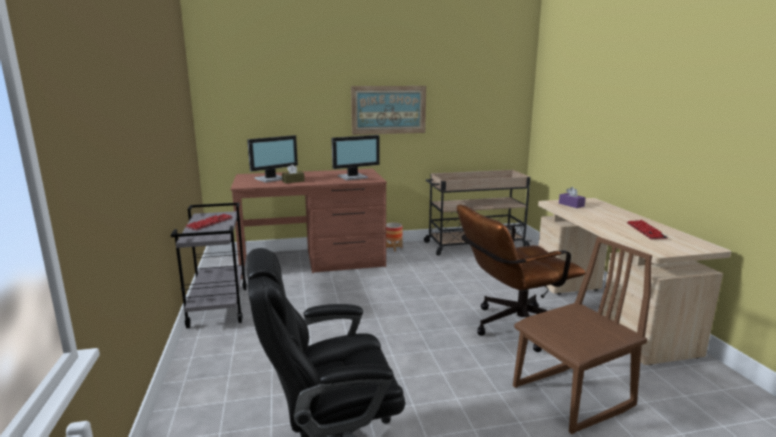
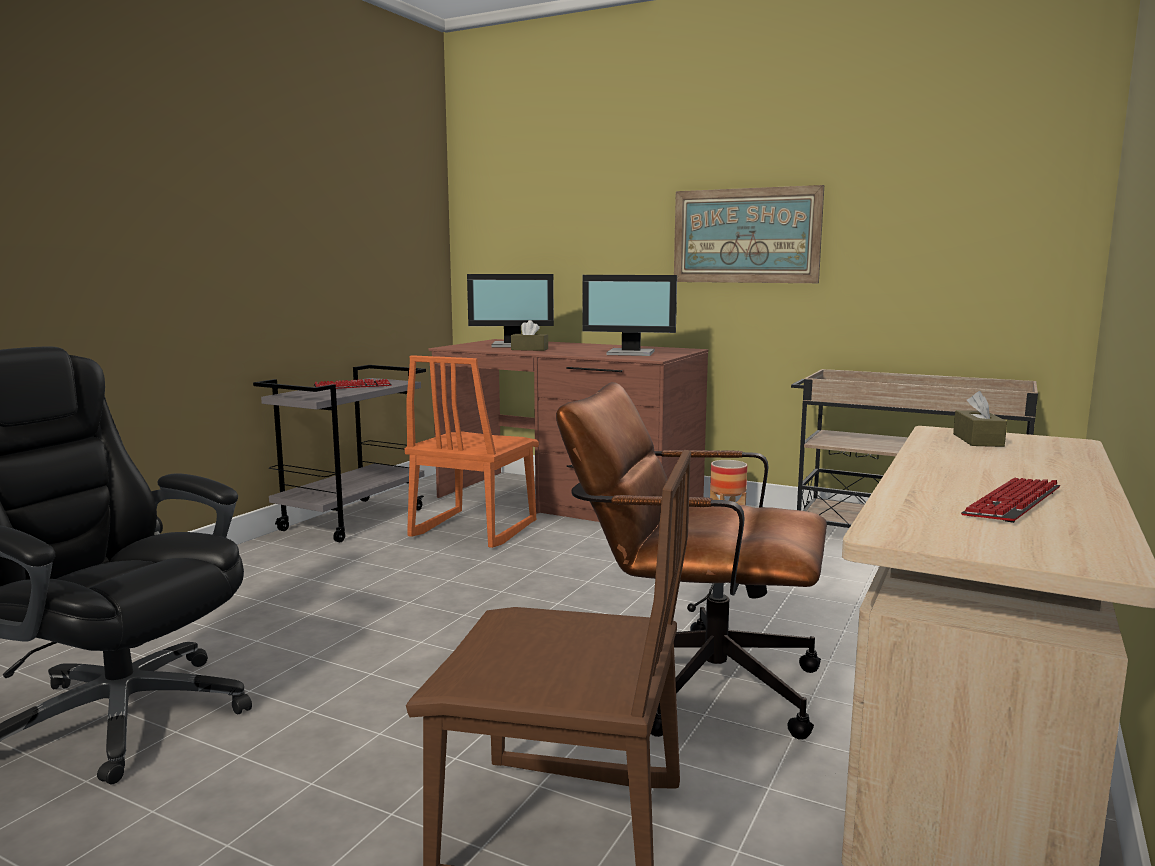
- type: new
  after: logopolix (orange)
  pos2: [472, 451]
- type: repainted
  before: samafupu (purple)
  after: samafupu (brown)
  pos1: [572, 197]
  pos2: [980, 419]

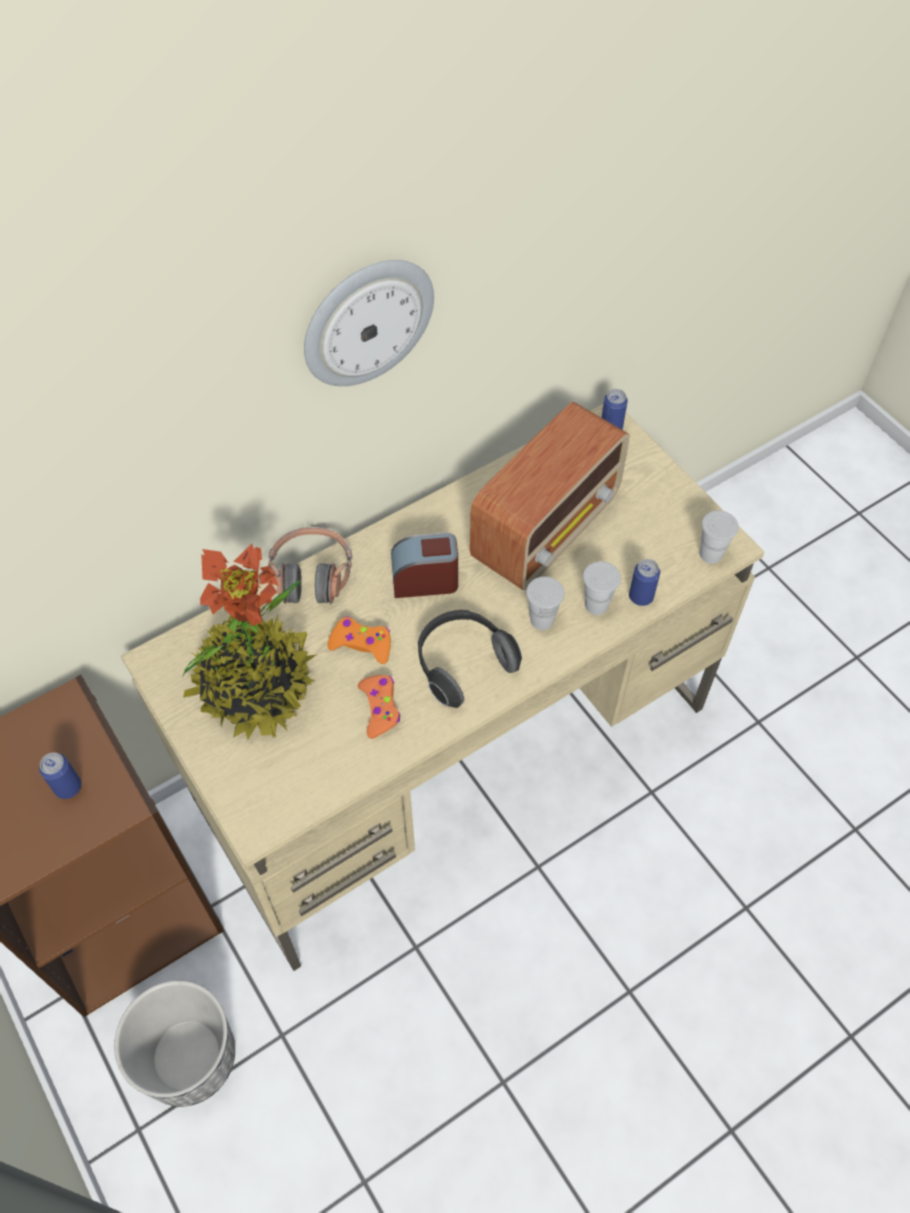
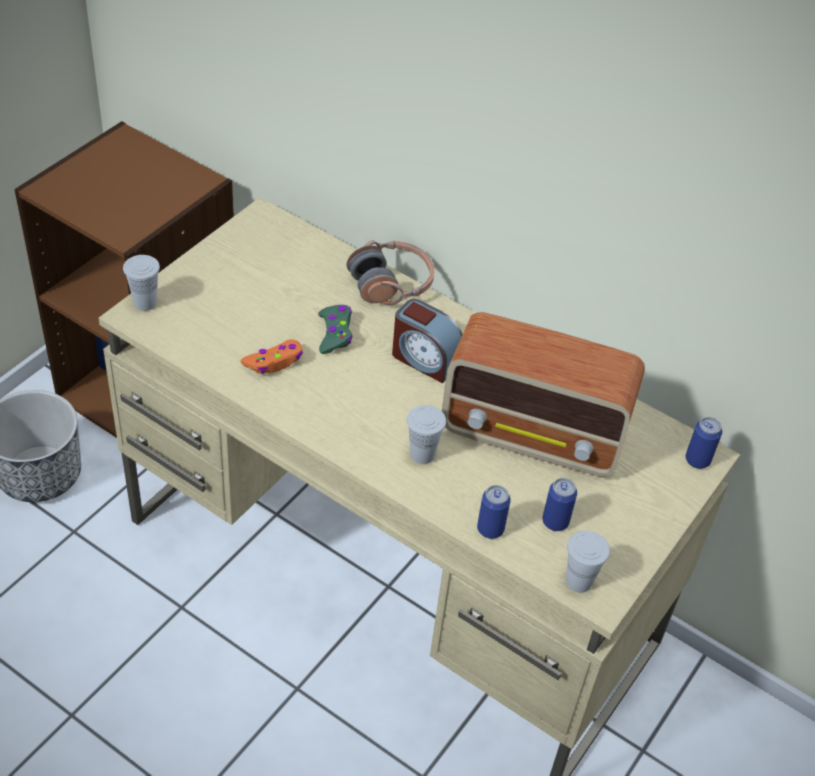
- type: gone
  before: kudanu
  pos1: [249, 642]
- type: gone
  before: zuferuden
  pos1: [369, 323]
- type: gone
  before: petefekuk
  pos1: [470, 659]
- type: shifted
  before: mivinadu
  pos1: [60, 775]
  pos2: [559, 504]
- type: shifted
  before: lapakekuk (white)
  pos1: [602, 588]
  pos2: [141, 283]
- type: repainted
  before: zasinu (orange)
  after: zasinu (green)
  pos1: [359, 640]
  pos2: [335, 329]
- type: rotated
  before: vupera
  pos1: [424, 565]
  pos2: [427, 341]
  turn: 150

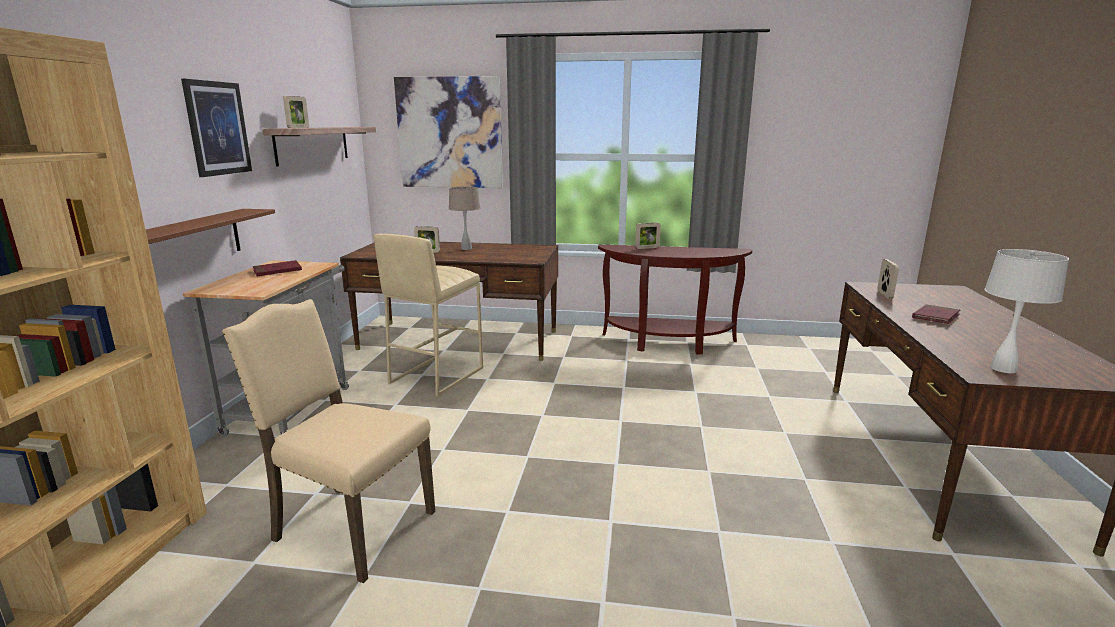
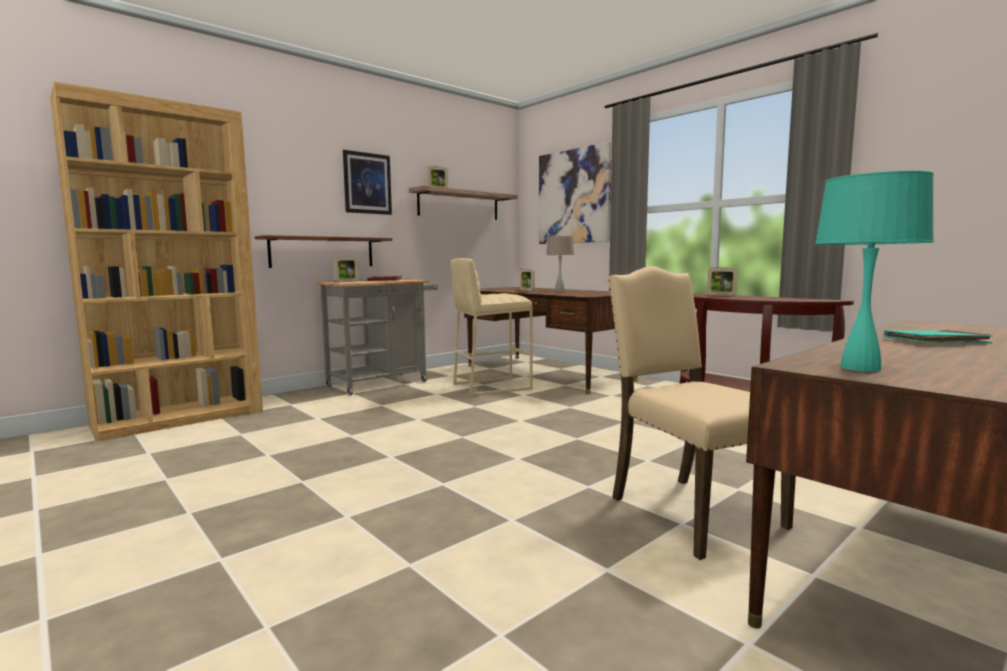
- type: shifted
  before: logopolix (beige)
  pos1: [328, 441]
  pos2: [702, 413]
- type: shifted
  before: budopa
  pos1: [888, 279]
  pos2: [346, 269]
- type: repainted
  before: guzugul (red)
  after: guzugul (turquoise)
  pos1: [936, 314]
  pos2: [938, 336]
- type: repainted
  before: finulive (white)
  after: finulive (turquoise)
  pos1: [1027, 311]
  pos2: [874, 271]

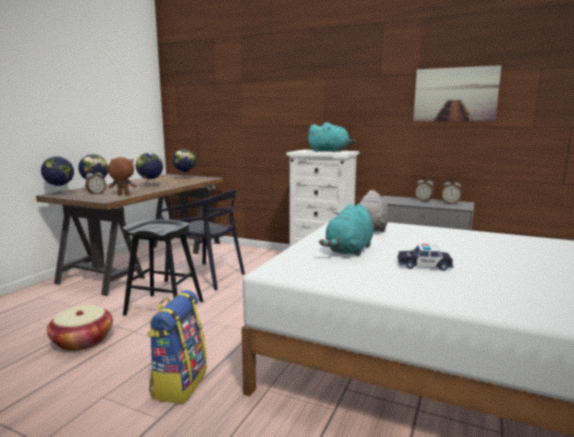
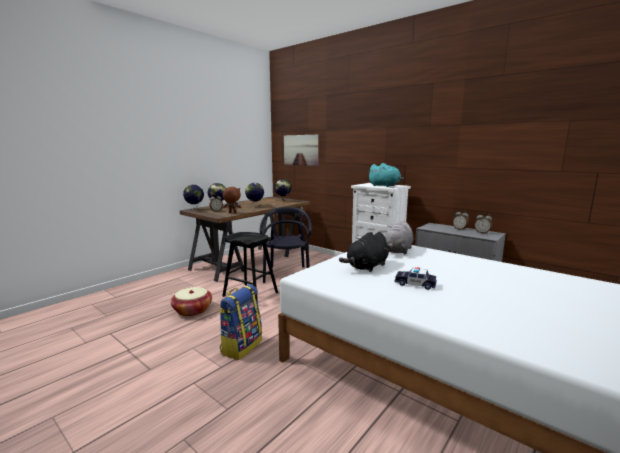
- type: shifted
  before: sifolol
  pos1: [457, 93]
  pos2: [301, 150]
- type: repainted
  before: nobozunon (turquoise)
  after: nobozunon (black)
  pos1: [346, 230]
  pos2: [364, 252]
- type: rotated
  before: logopolix (black)
  pos1: [201, 240]
  pos2: [286, 245]
  turn: -135

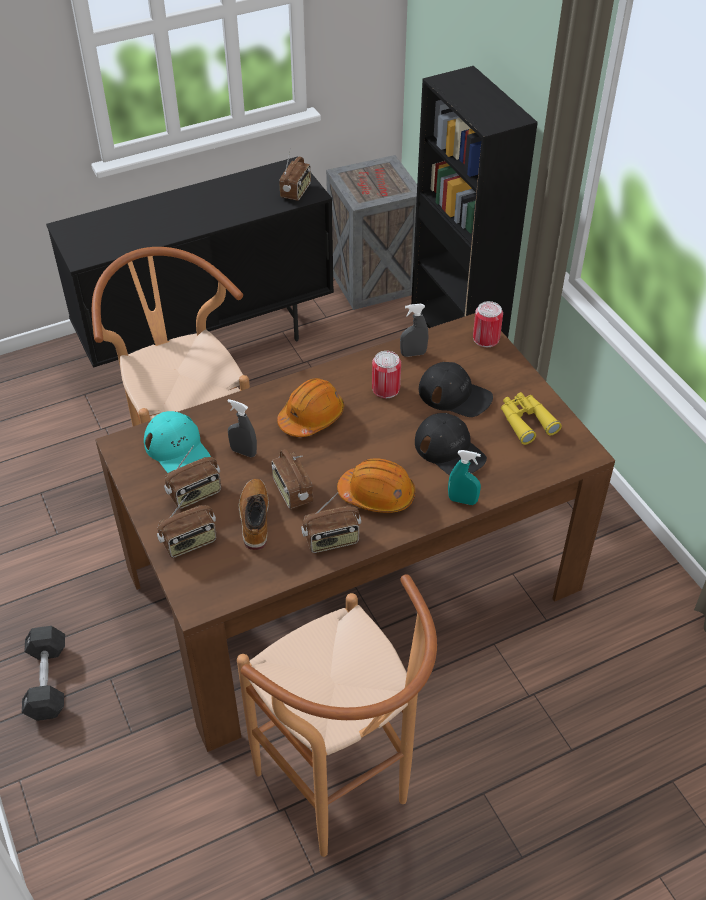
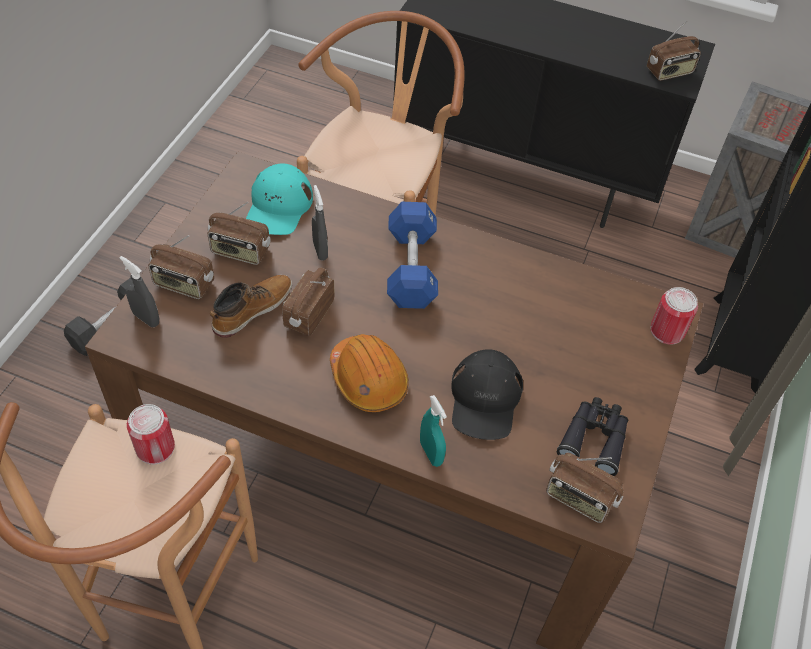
- type: gone
  before: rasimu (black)
  pos1: [456, 389]
- type: shifted
  before: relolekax
  pos1: [331, 522]
  pos2: [585, 488]
- type: shifted
  before: mivinadu
  pos1: [386, 374]
  pos2: [151, 434]
- type: shifted
  before: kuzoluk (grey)
  pos1: [414, 330]
  pos2: [139, 291]
- type: swapped
  before: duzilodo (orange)
  after: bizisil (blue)
  pos1: [310, 407]
  pos2: [412, 255]
- type: repainted
  before: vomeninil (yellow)
  after: vomeninil (black)
  pos1: [531, 418]
  pos2: [592, 436]

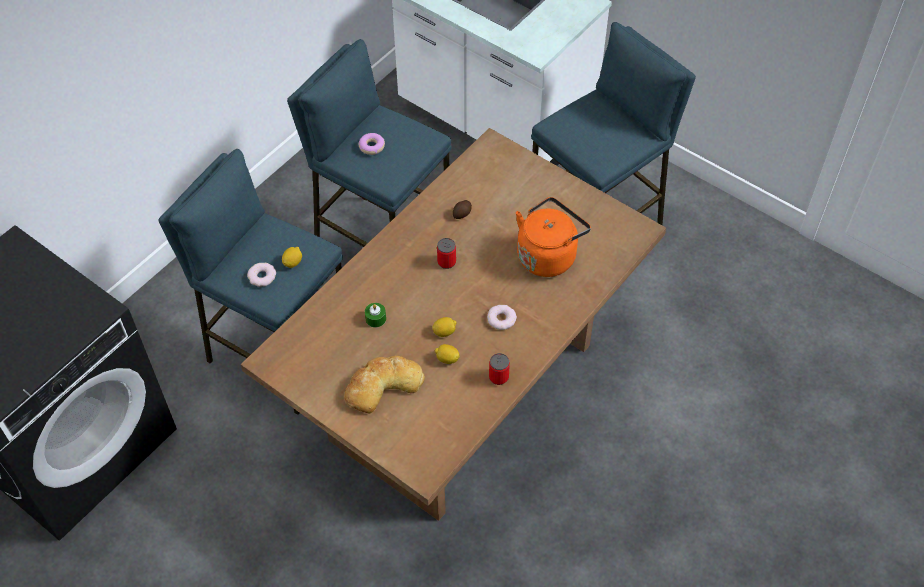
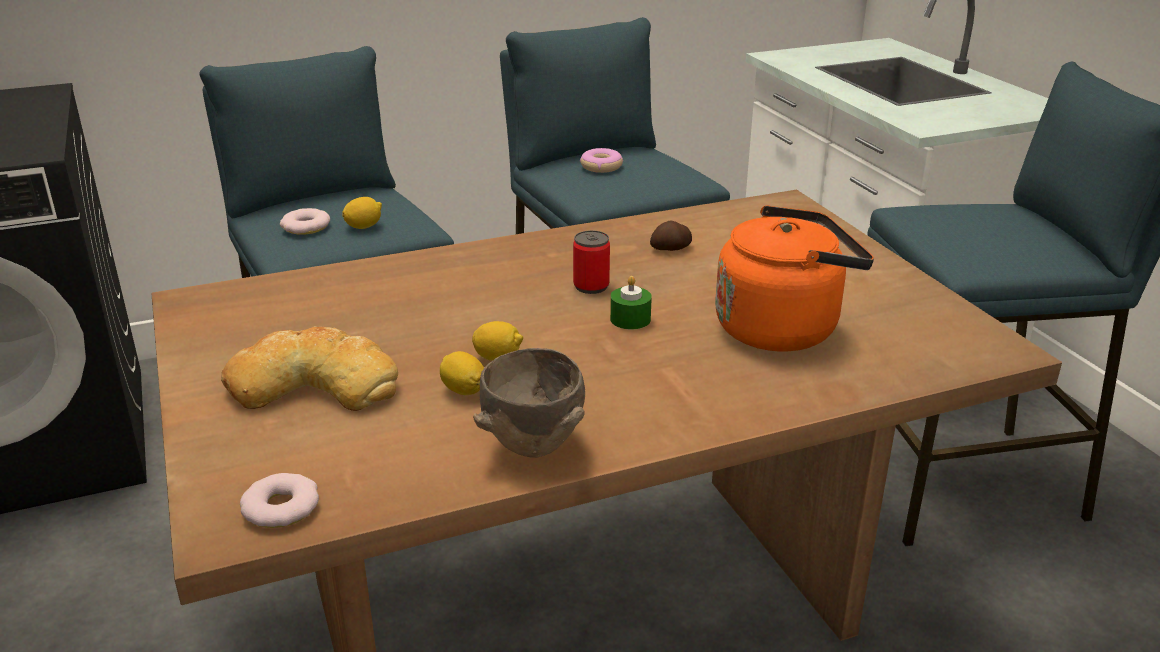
- type: shifted
  before: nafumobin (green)
  pos1: [375, 315]
  pos2: [631, 303]
- type: shifted
  before: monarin
  pos1: [502, 317]
  pos2: [279, 500]
- type: swapped
  before: mivinadu
  after: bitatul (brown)
  pos1: [499, 369]
  pos2: [529, 403]

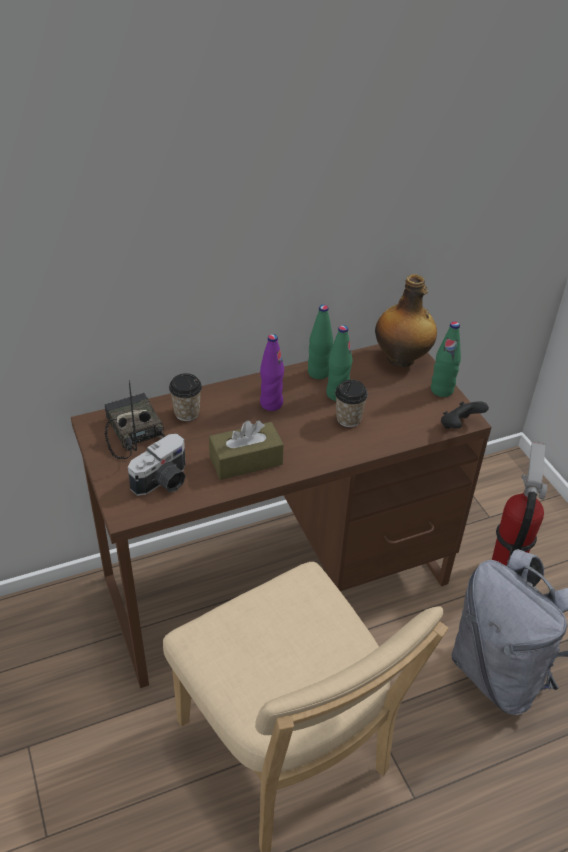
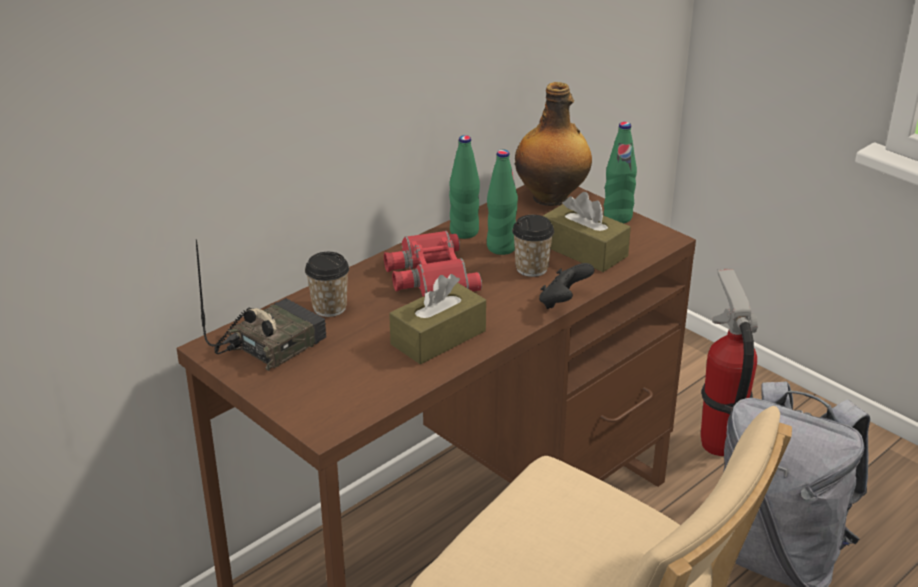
- type: gone
  before: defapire
  pos1: [157, 465]
- type: new
  after: samafupu (brown)
  pos2: [587, 232]
- type: shifted
  before: zasinu (black)
  pos1: [465, 415]
  pos2: [566, 286]
- type: swapped
  before: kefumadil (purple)
  after: vomeninil (red)
  pos1: [272, 372]
  pos2: [433, 263]
- type: rotated
  before: relolekax
  pos1: [134, 419]
  pos2: [261, 305]
  turn: 90

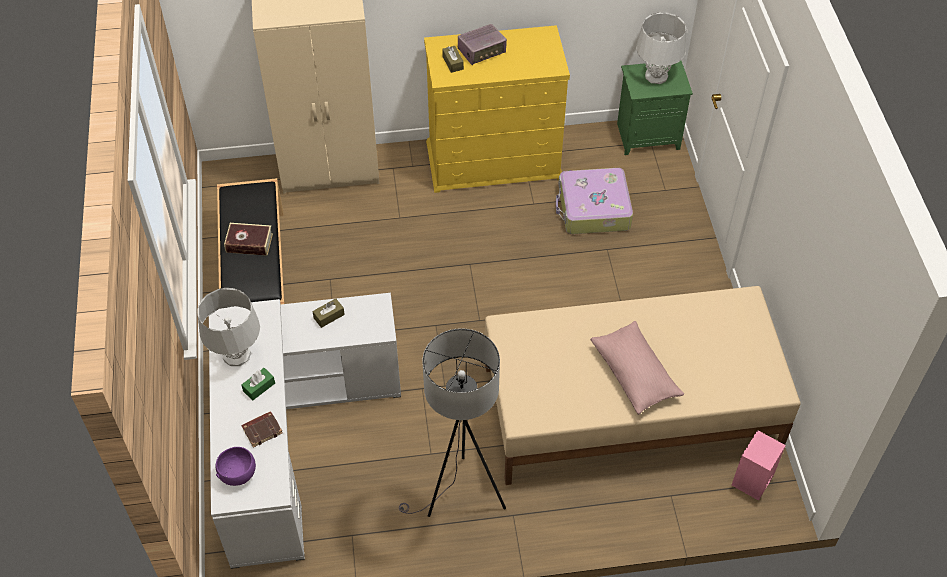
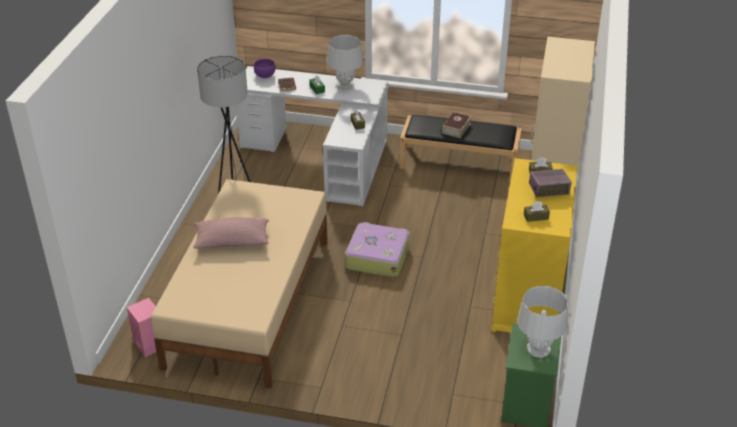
- type: new
  after: samafupu (brown)
  pos2: [537, 211]
- type: shifted
  before: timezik
  pos1: [594, 201]
  pos2: [377, 249]
- type: rotated
  before: relolekax
  pos1: [482, 44]
  pos2: [550, 183]
  turn: -90

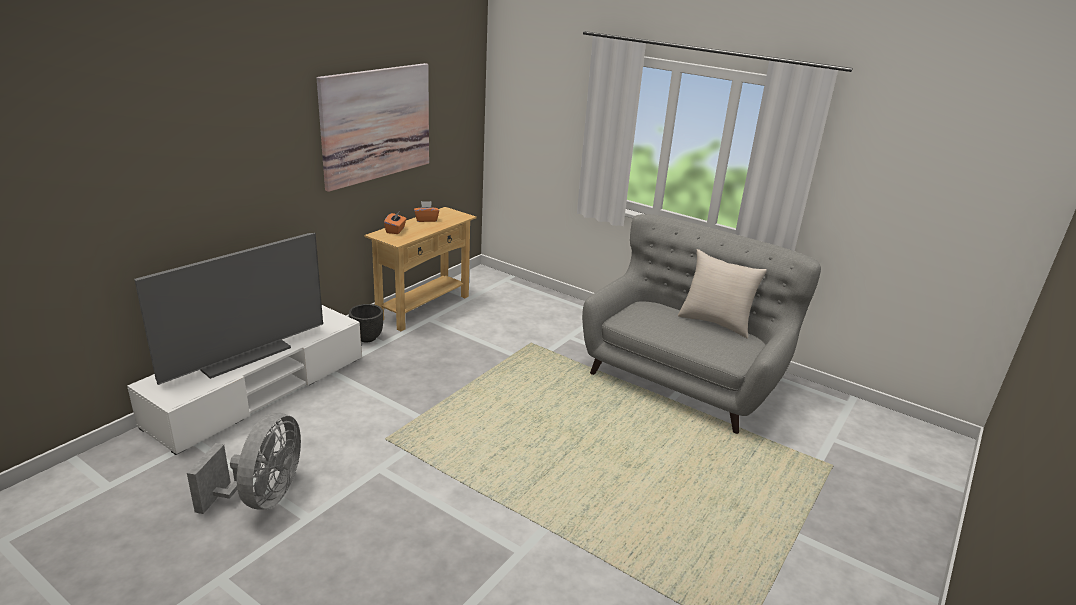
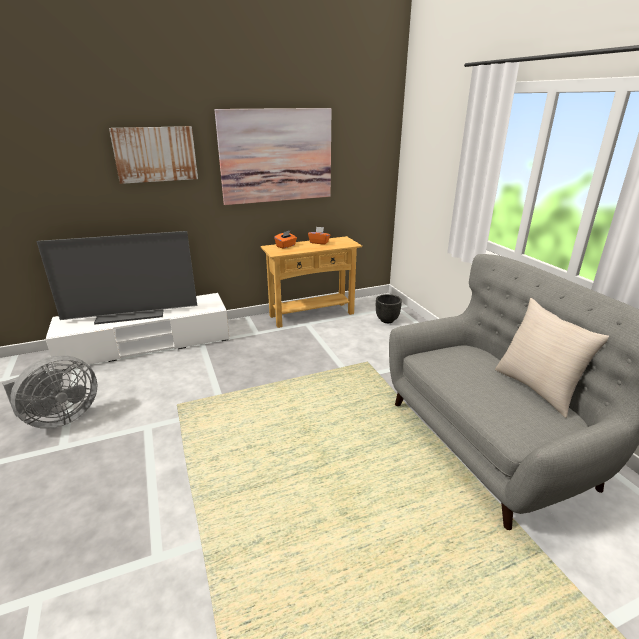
- type: new
  after: sifolol
  pos2: [153, 155]
- type: shifted
  before: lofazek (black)
  pos1: [366, 323]
  pos2: [389, 308]

